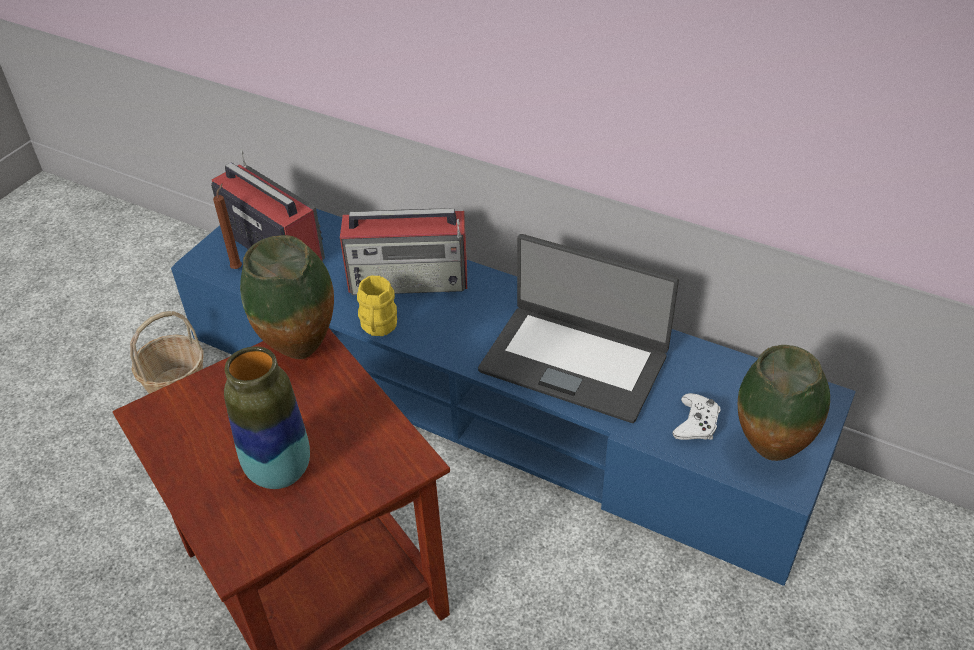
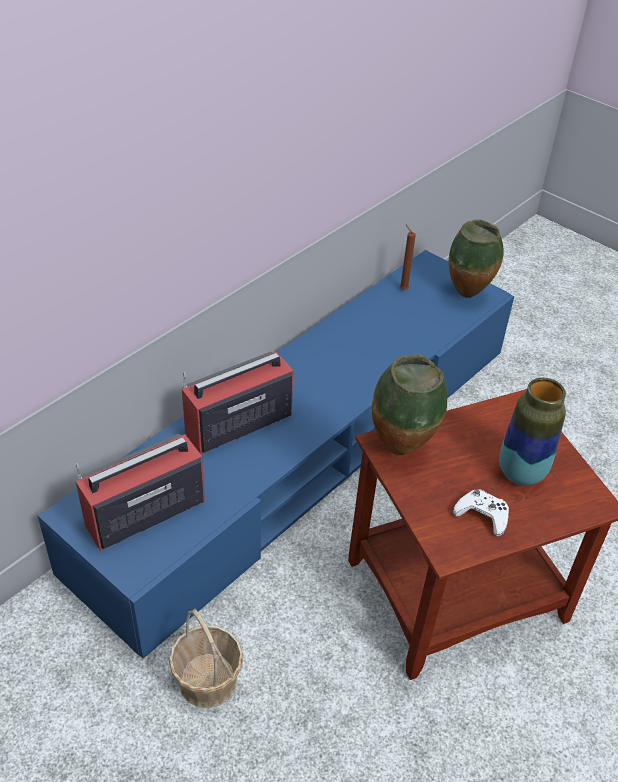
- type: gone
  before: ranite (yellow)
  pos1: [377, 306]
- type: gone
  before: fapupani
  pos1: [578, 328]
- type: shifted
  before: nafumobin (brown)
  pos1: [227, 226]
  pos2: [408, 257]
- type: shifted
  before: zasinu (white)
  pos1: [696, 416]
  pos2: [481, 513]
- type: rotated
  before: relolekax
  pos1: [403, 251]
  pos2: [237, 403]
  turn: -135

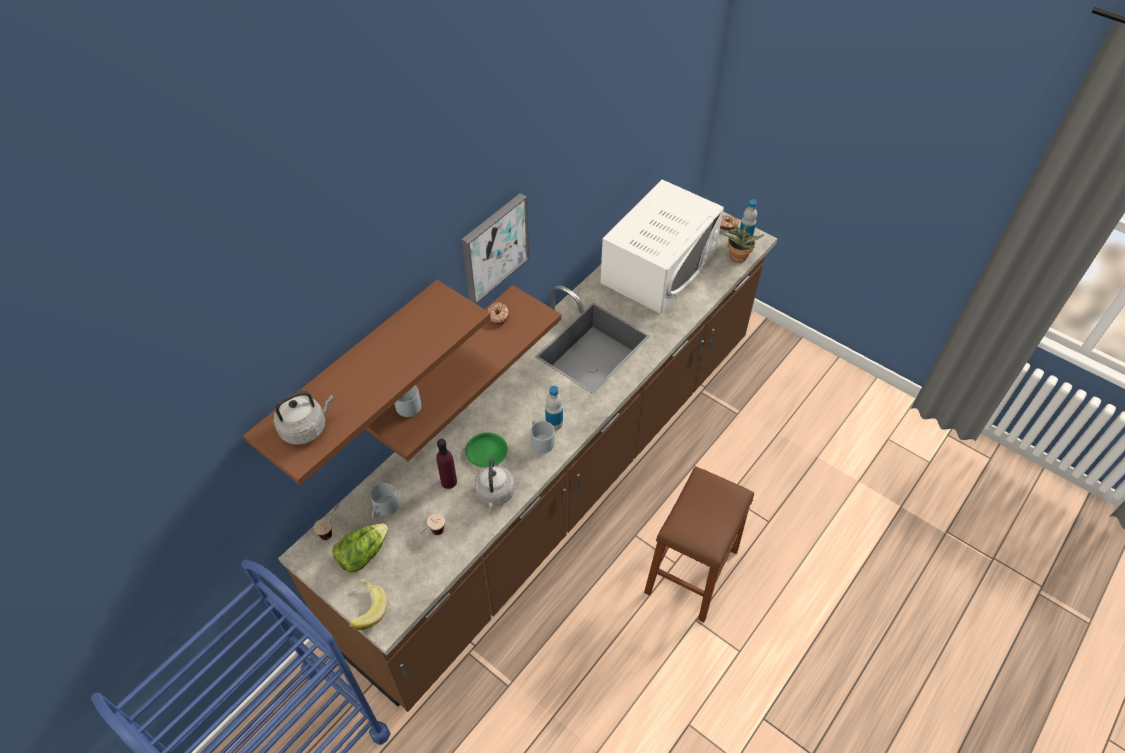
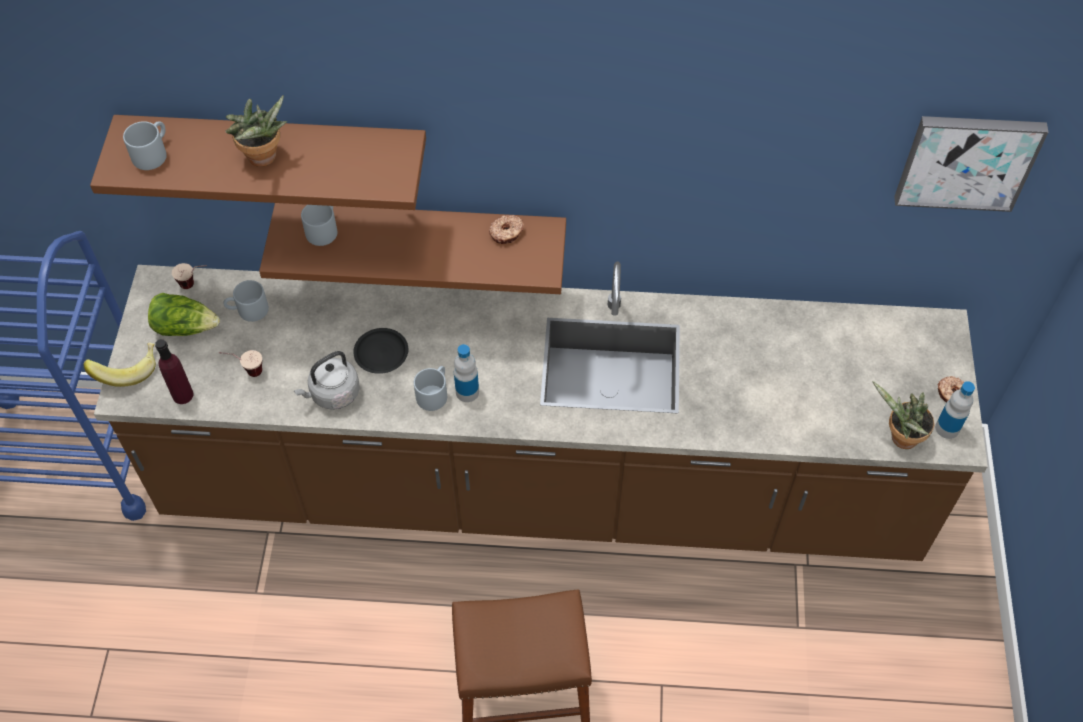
- type: gone
  before: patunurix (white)
  pos1: [662, 246]
- type: new
  after: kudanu
  pos2: [256, 131]
- type: shifted
  before: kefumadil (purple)
  pos1: [446, 464]
  pos2: [174, 371]
- type: shifted
  before: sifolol
  pos1: [495, 248]
  pos2: [971, 164]
- type: swapped
  before: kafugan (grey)
  after: ranite (grey)
  pos1: [304, 417]
  pos2: [145, 145]
- type: repainted
  before: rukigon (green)
  after: rukigon (black)
  pos1: [487, 450]
  pos2: [380, 351]

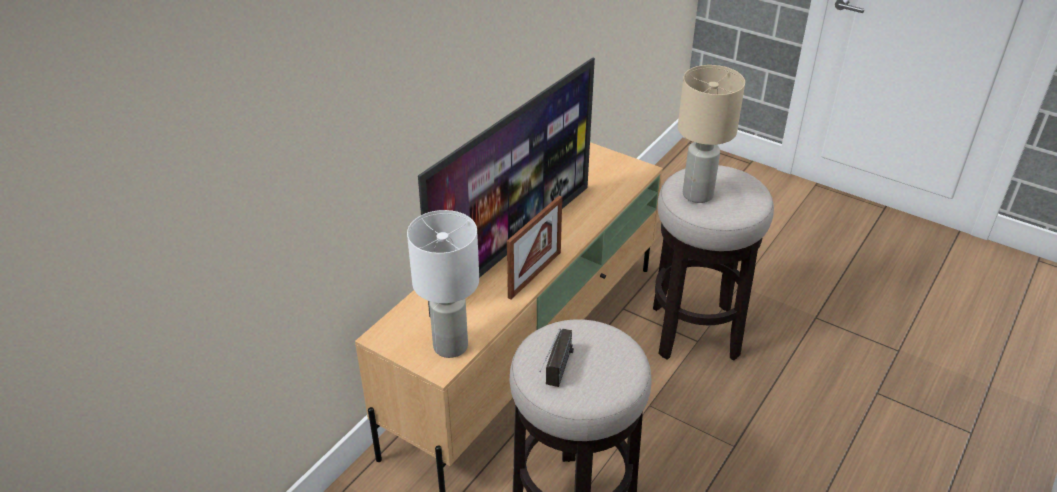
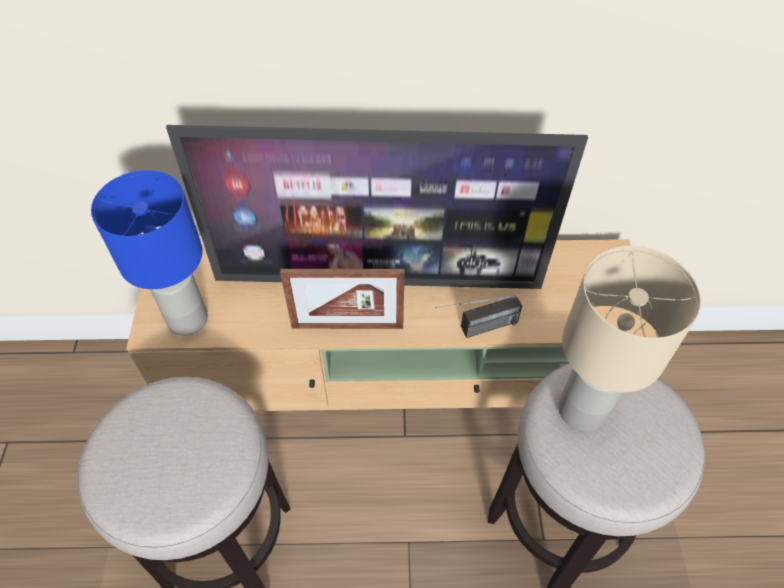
- type: shifted
  before: relolekax
  pos1: [557, 357]
  pos2: [478, 316]
- type: repainted
  before: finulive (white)
  after: finulive (blue)
  pos1: [443, 284]
  pos2: [149, 253]

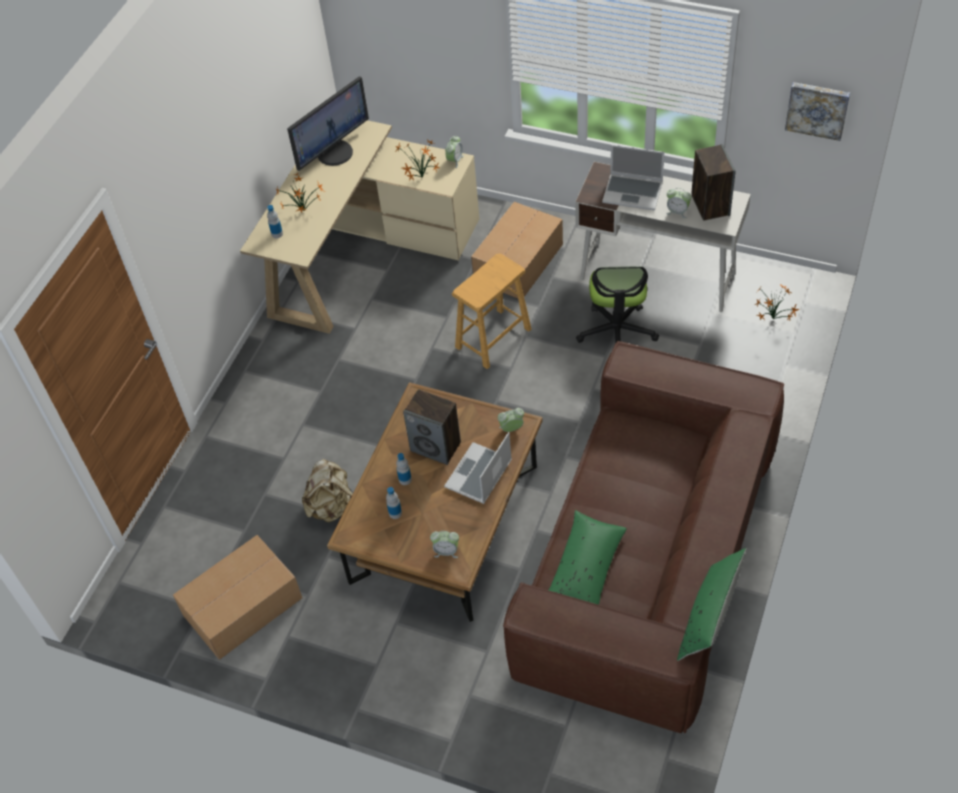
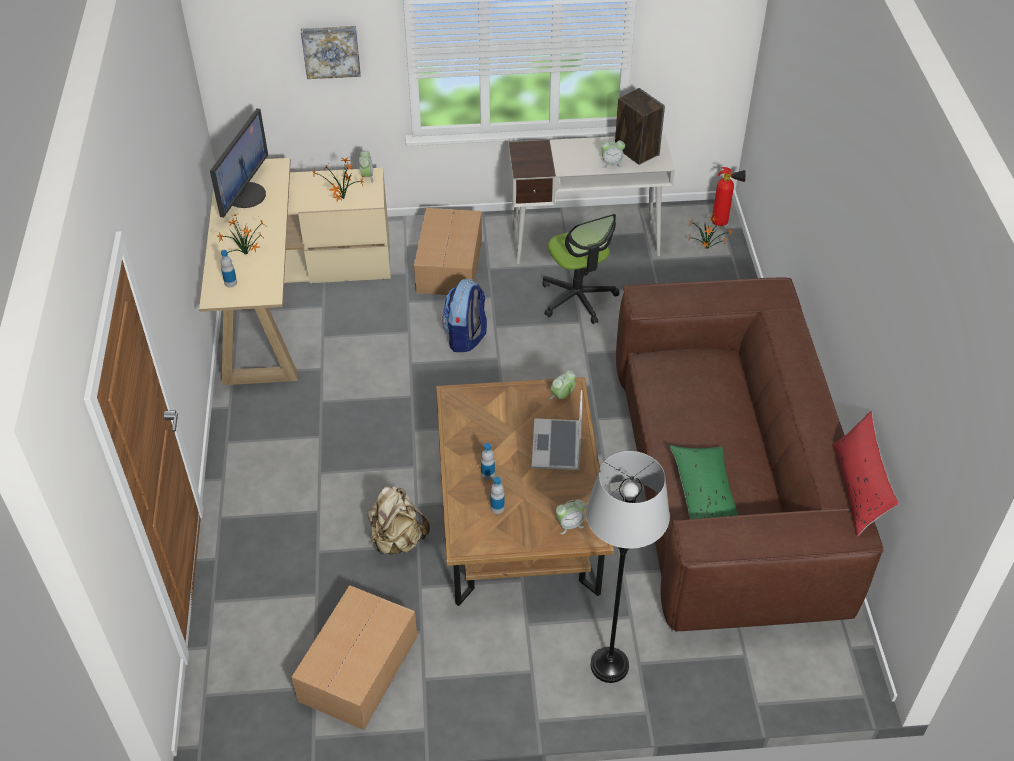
- type: gone
  before: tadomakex
  pos1: [432, 427]
- type: gone
  before: fapupani
  pos1: [633, 177]
- type: new
  after: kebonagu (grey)
  pos2: [628, 567]
- type: new
  after: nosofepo
  pos2: [729, 196]
- type: shifted
  before: sifolol
  pos1: [817, 111]
  pos2: [331, 52]
- type: swapped
  before: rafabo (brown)
  after: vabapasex
  pos1: [492, 311]
  pos2: [464, 315]
- type: repainted
  before: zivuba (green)
  after: zivuba (red)
  pos1: [711, 604]
  pos2: [865, 473]

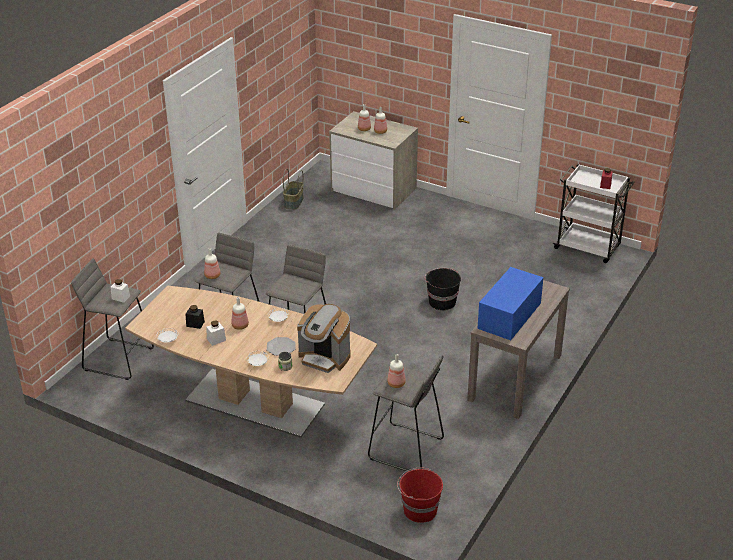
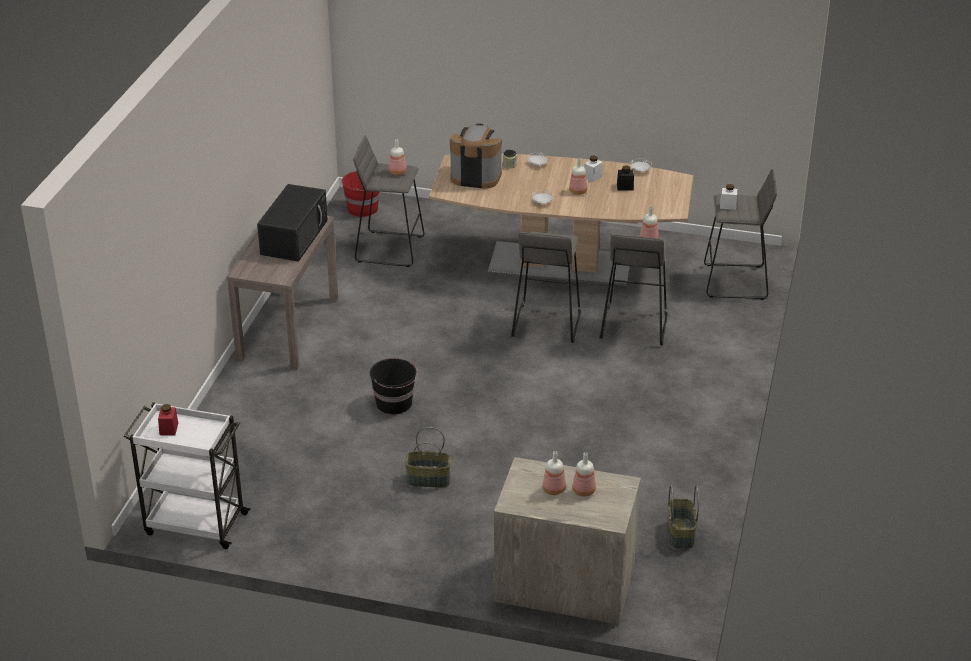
- type: gone
  before: rukigon
  pos1: [281, 346]
- type: new
  after: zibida
  pos2: [428, 457]
- type: repainted
  before: patunurix (blue)
  after: patunurix (black)
  pos1: [510, 303]
  pos2: [292, 223]

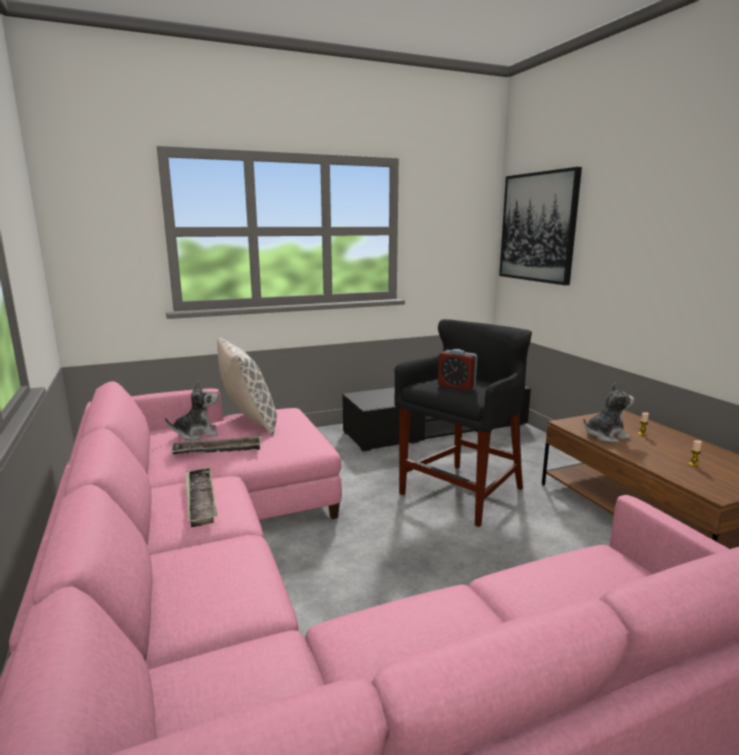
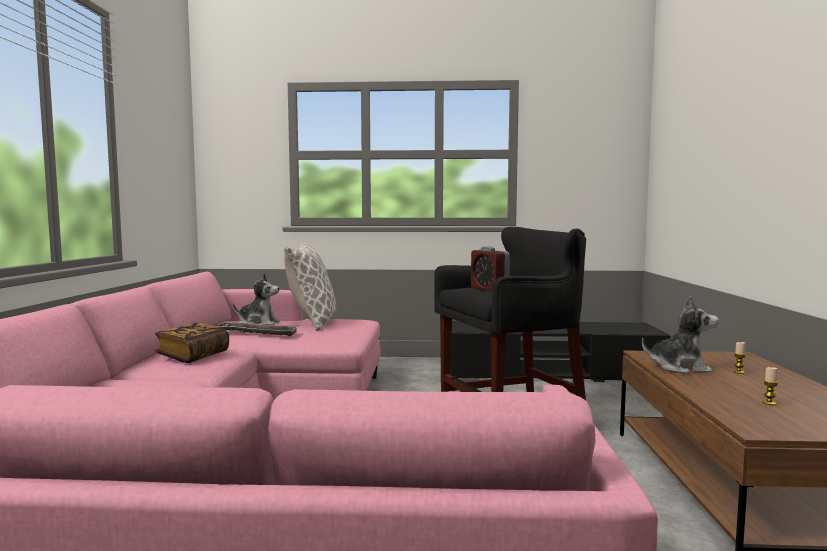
- type: gone
  before: sifolol
  pos1: [540, 226]
- type: swapped
  before: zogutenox
  after: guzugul
  pos1: [201, 497]
  pos2: [192, 343]

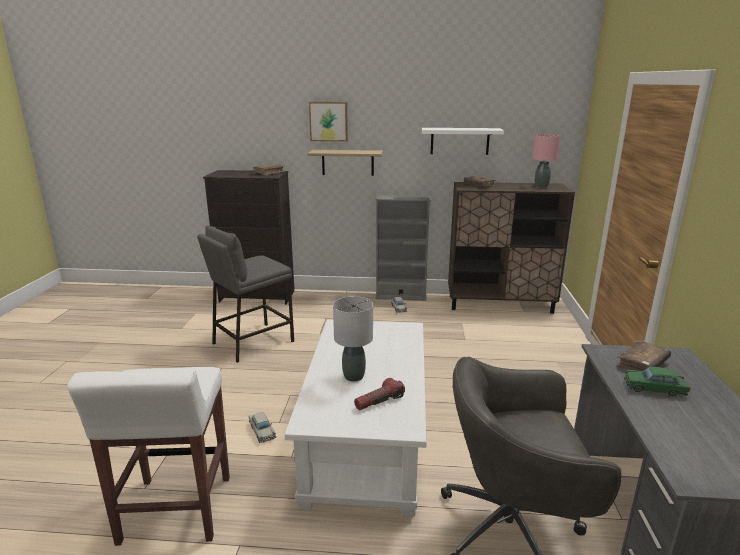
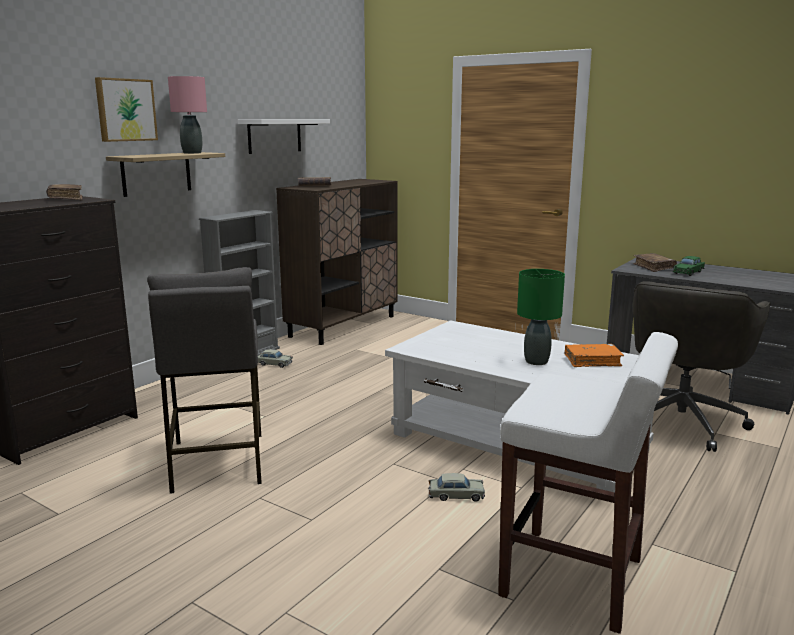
- type: shifted
  before: finulive (pink)
  pos1: [546, 161]
  pos2: [187, 115]
- type: swapped
  before: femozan
  after: guzugul (orange)
  pos1: [379, 394]
  pos2: [594, 355]
- type: repainted
  before: finulive (grey)
  after: finulive (green)
  pos1: [353, 339]
  pos2: [541, 317]

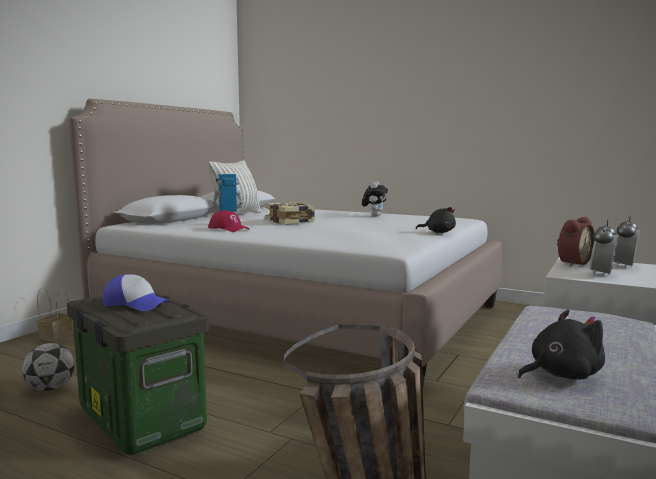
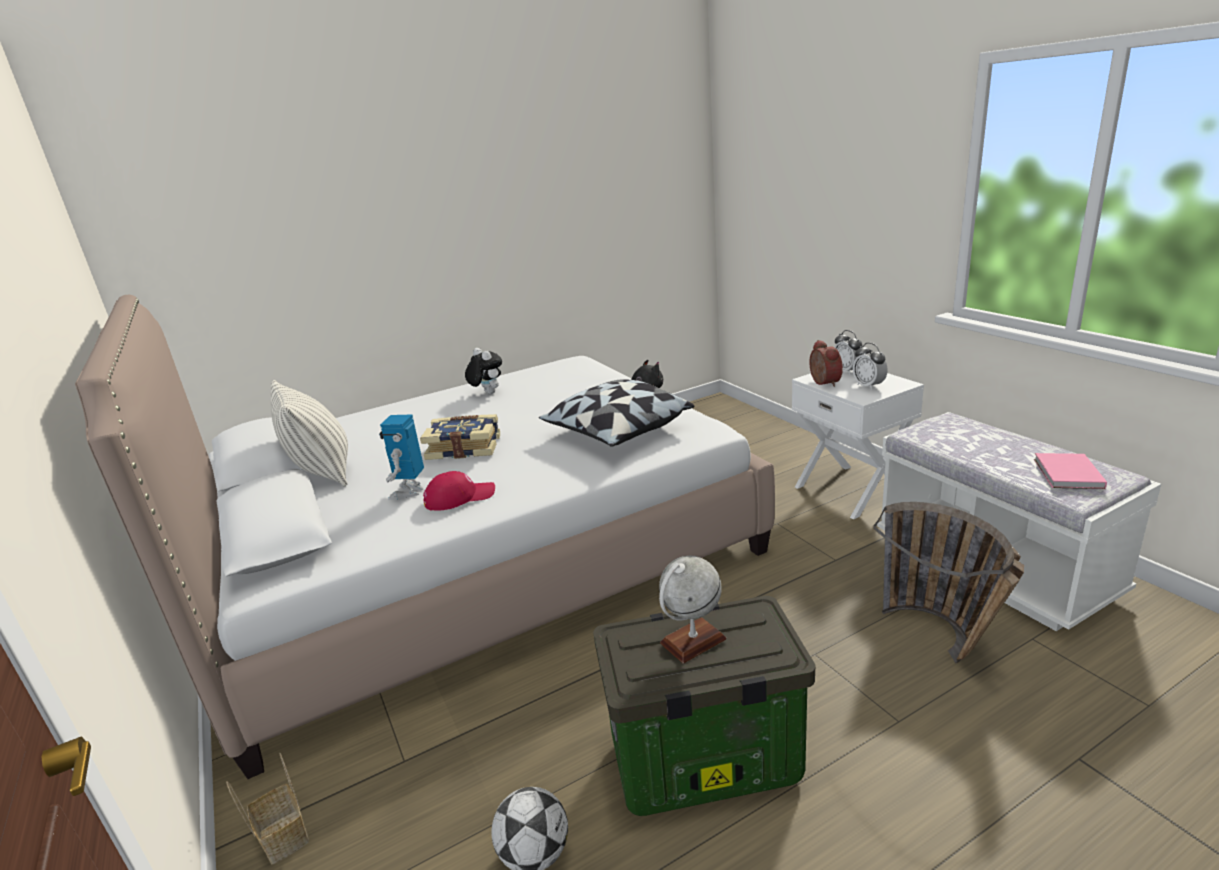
- type: new
  after: zivuba
  pos2: [617, 413]
- type: swapped
  before: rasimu
  after: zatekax
  pos1: [136, 292]
  pos2: [692, 610]
- type: swapped
  before: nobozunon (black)
  after: guzugul (pink)
  pos1: [561, 345]
  pos2: [1070, 471]

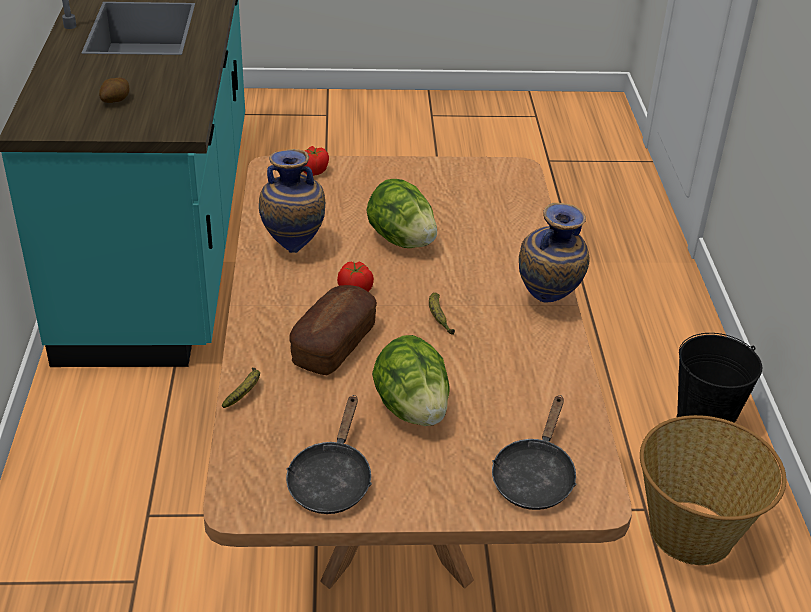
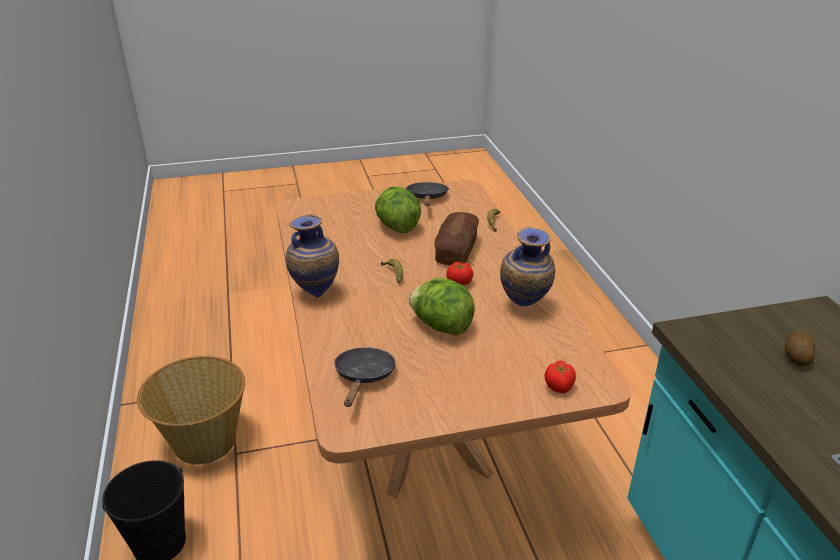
- type: shifted
  before: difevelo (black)
  pos1: [534, 452]
  pos2: [365, 377]

